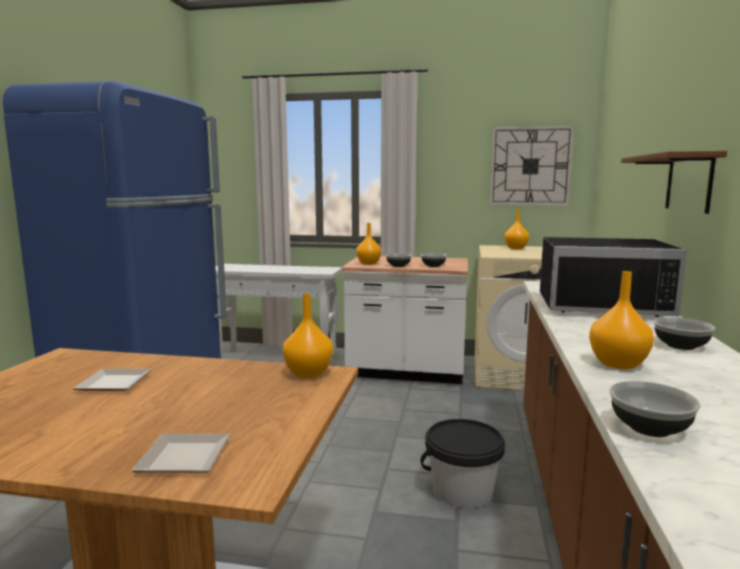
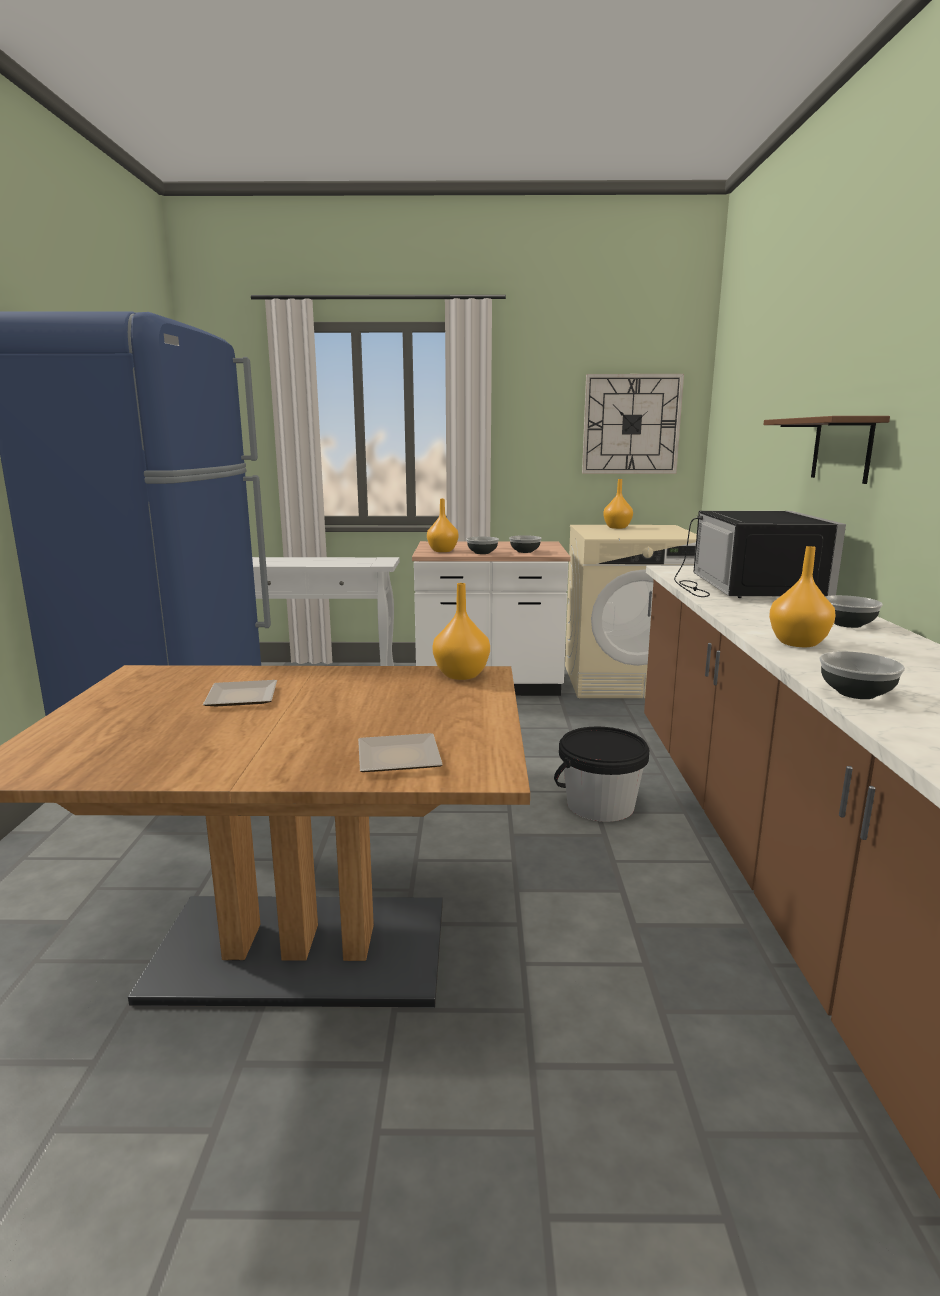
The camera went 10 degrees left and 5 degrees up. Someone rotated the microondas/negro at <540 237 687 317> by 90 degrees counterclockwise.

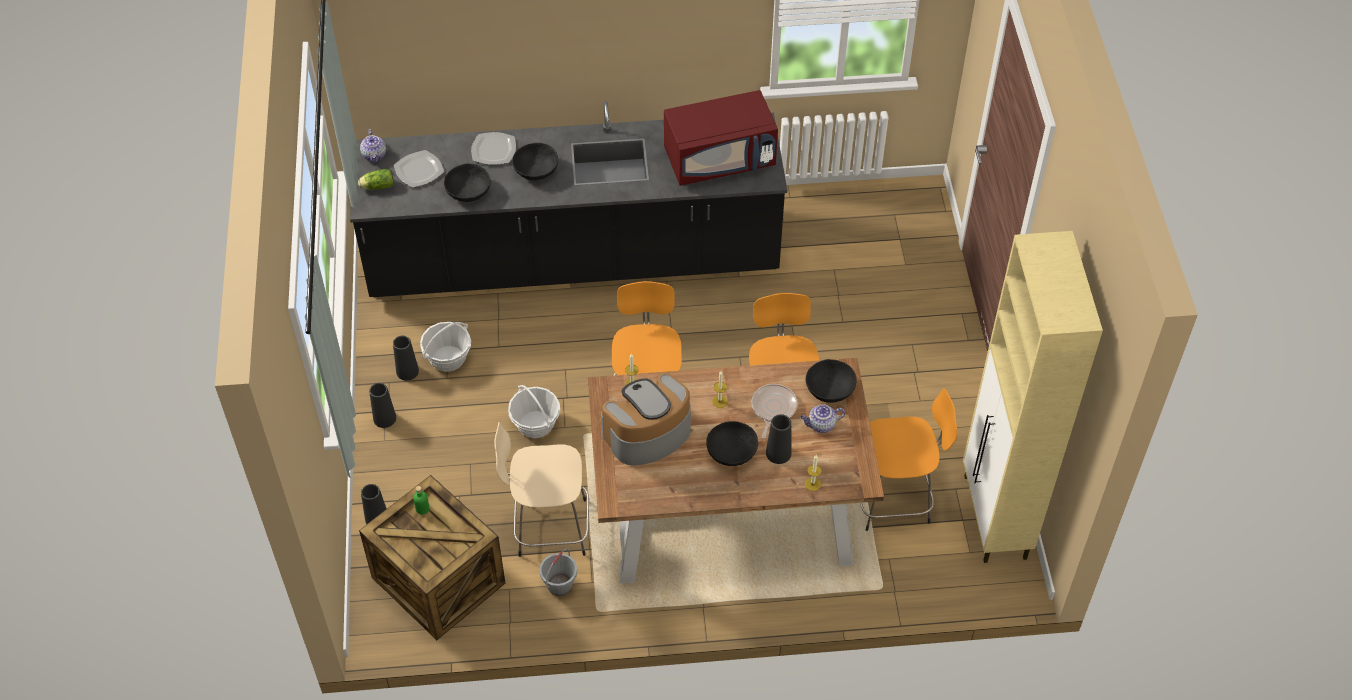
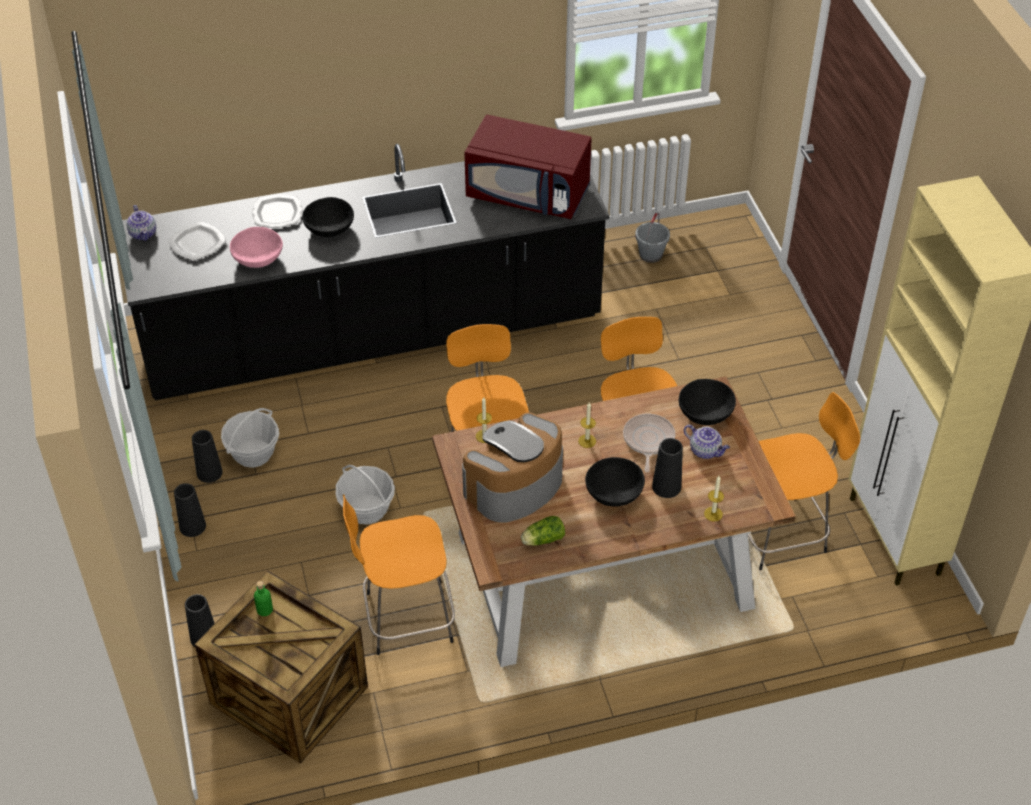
The camera went 10 degrees left and 5 degrees down. Someone rotated the microondas/rojo at <664 90 778 186> by 45 degrees clockwise. Someone repainted the cuenco/negro at <444 163 491 202>, which became the cuenco/rosa at <230 227 283 268>. Someone carried the lechuga from <358 169 393 190> to <521 516 565 546>. Someone rotated the tetera at <800 404 845 433> by 120 degrees counterclockwise. Someone repainted the taburete/beis at <494 422 589 557>, which became the taburete/naranja at <343 494 455 655>. Someone carried the cubo/gris from <539 548 577 596> to <635 212 670 263>.

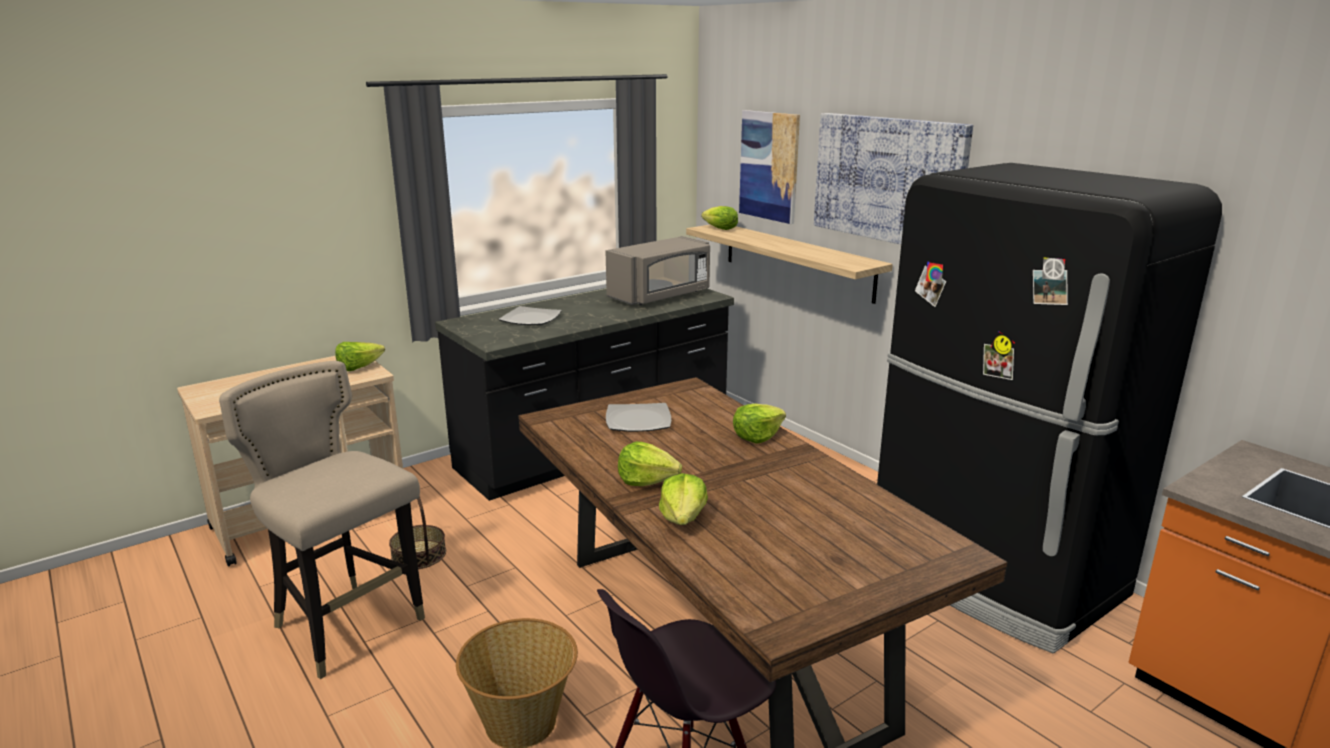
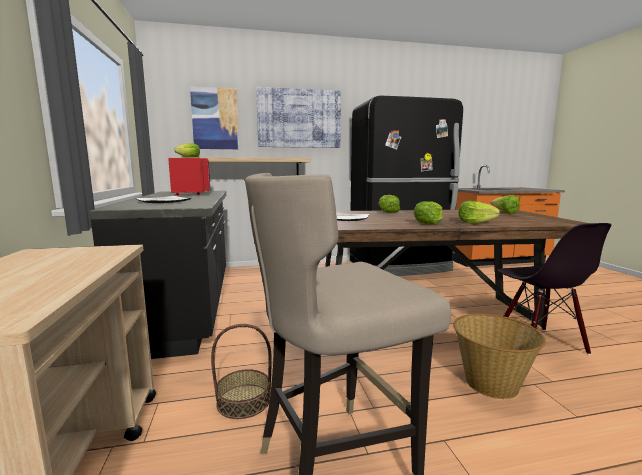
The camera went 65 degrees left and 10 degrees down. Someone repainted the microondas/gris at <606 236 710 305>, which became the microondas/rojo at <168 158 210 195>. Someone carried the lechuga from <335 342 385 371> to <491 195 520 214>.

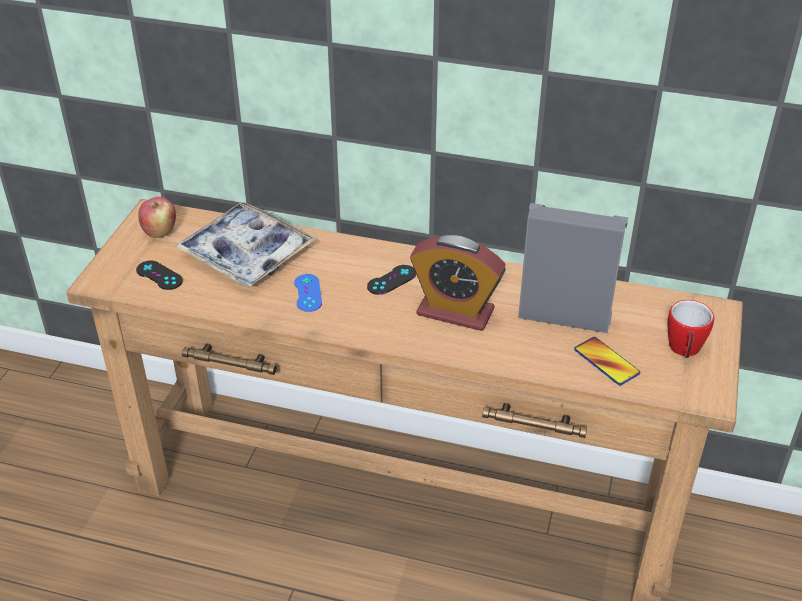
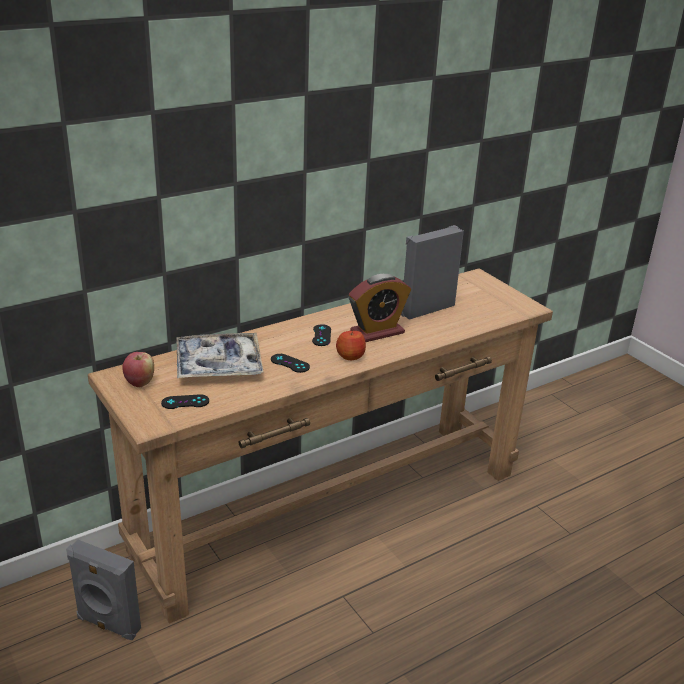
The camera went 50 degrees left and 10 degrees down. Someone repainted the mando de consola/azul at <294 274 322 312>, which became the mando de consola/negro at <271 354 310 373>. Someone took away the taza grande at <667 300 714 358>. Someone took away the móvil at <574 337 640 385>. Someone put down the manzana at <336 329 366 360>. Someone put down the altavoz/gris at <66 539 141 640>.

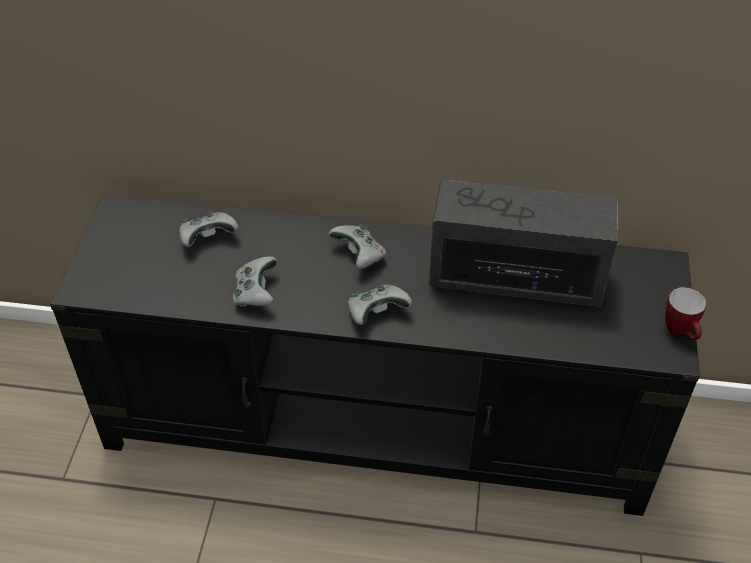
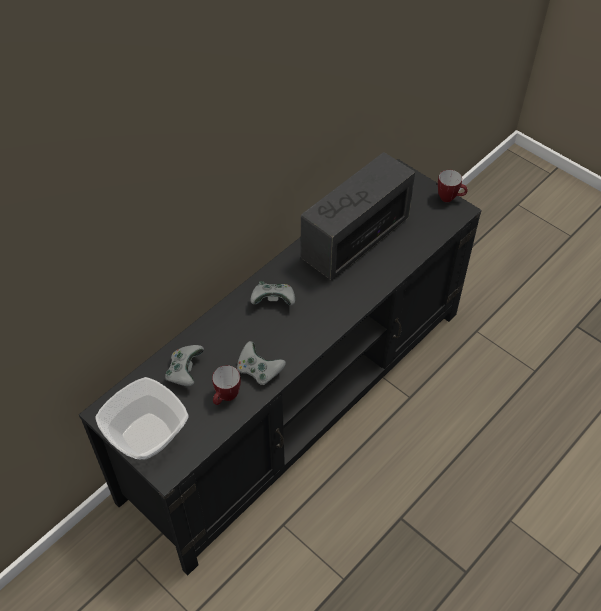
The camera went 55 degrees left and 5 degrees up. Someone took away the mando de consola/gris at <348 284 412 325>. Someone put down the taza grande at <212 365 241 405>. Someone put down the cuenco at <95 377 189 459>.

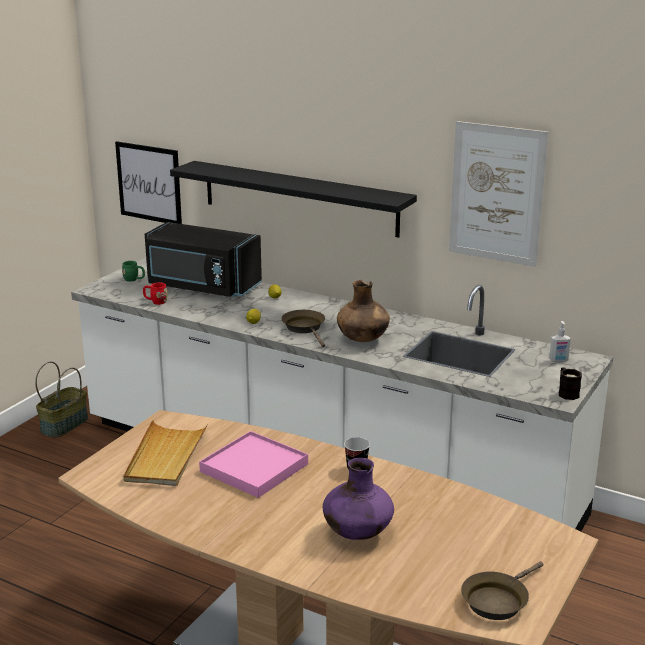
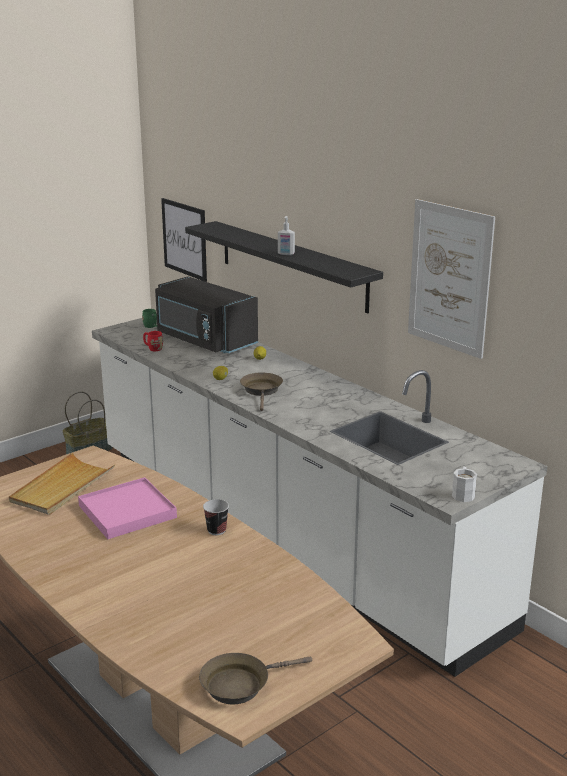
The camera went 20 degrees right and 0 degrees up. Someone took away the florero/marrón at <337 280 390 342>. Someone carried the dispensador de jabón from <549 321 571 362> to <278 216 295 255>. Someone repainted the taza grande/negro at <559 367 582 400>, which became the taza grande/blanco at <452 467 477 502>. Someone took away the florero/morado at <323 458 394 540>.

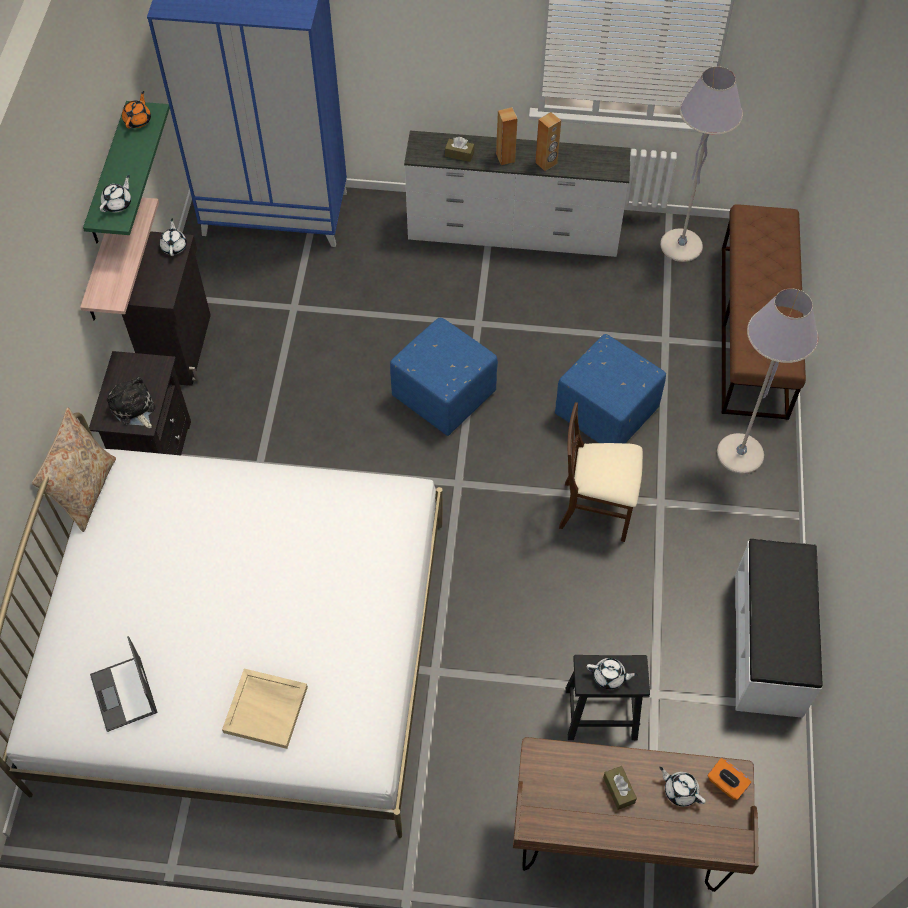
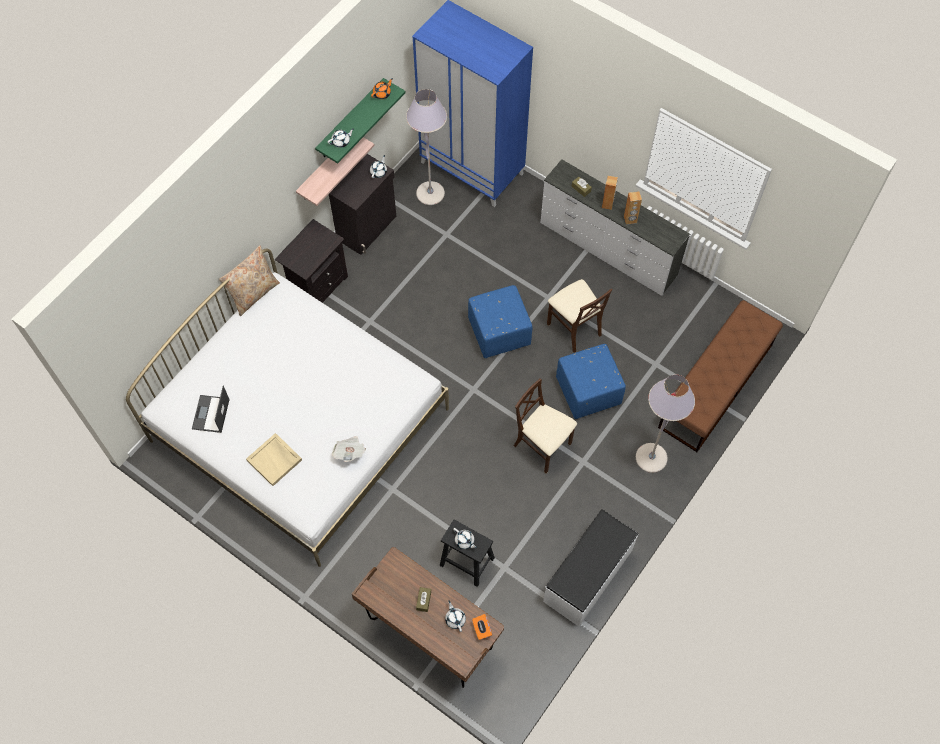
The camera went 30 degrees right and 5 degrees up. Someone carried the lámpara de pie/gris from <660 66 743 262> to <406 89 447 205>. Someone took away the peluche at <107 377 155 428>. Someone put down the silla/beis at <547 279 612 353>. Someone put down the periódico at <332 436 366 462>.

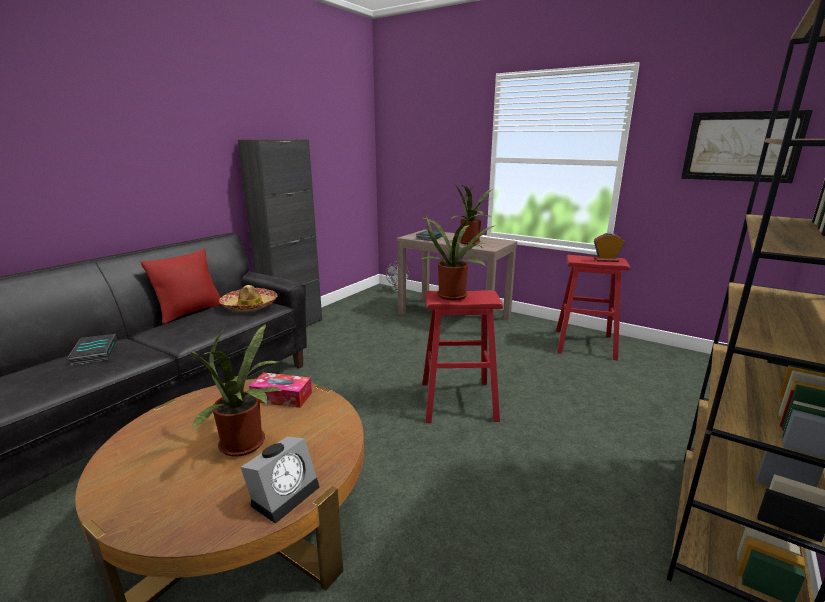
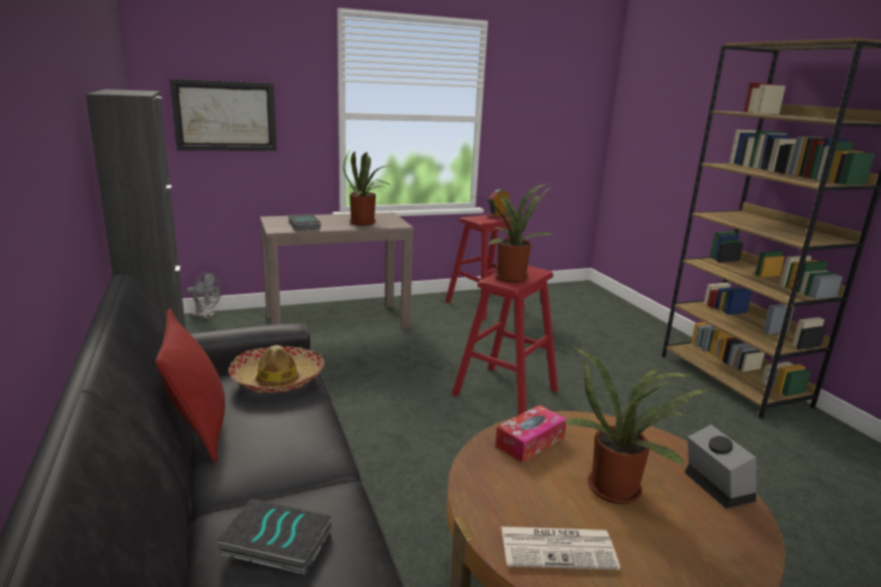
The camera went 55 degrees left and 0 degrees up. Someone carried the cuadro from <681 110 813 183> to <170 79 277 151>. Someone put down the periódico at <501 527 620 570>.

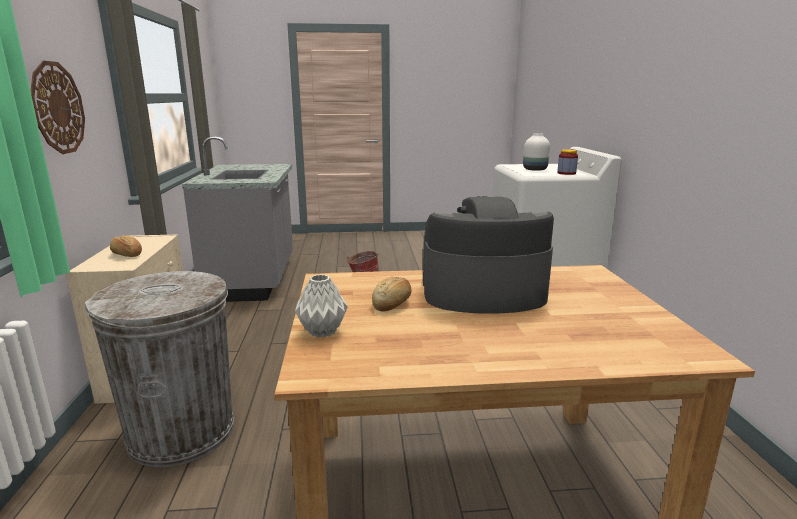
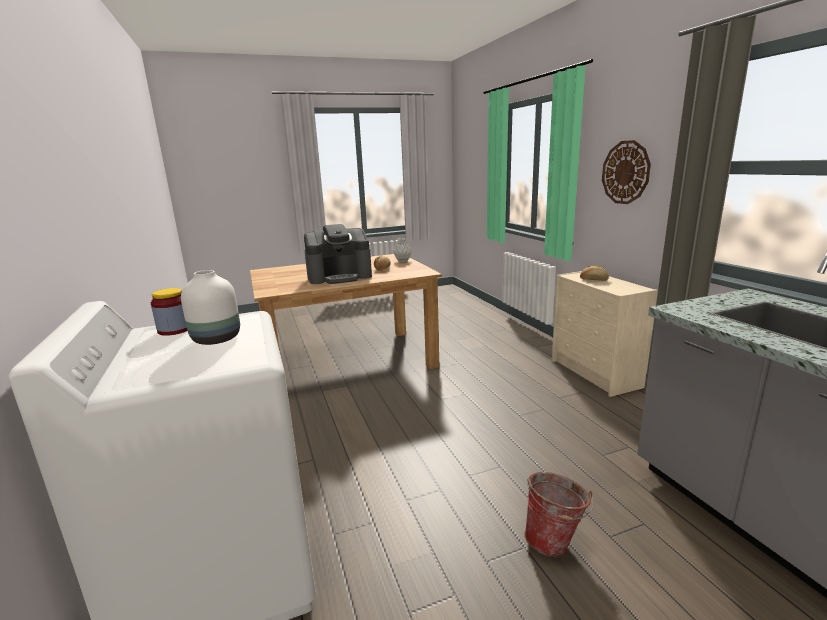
The camera went 165 degrees right and 0 degrees up. Someone took away the papelera/gris at <84 271 234 467>.

